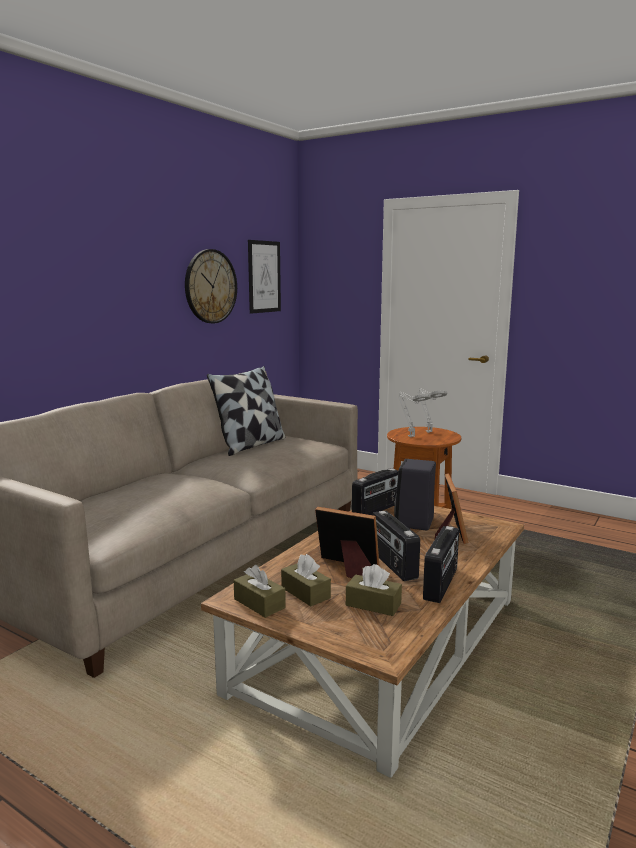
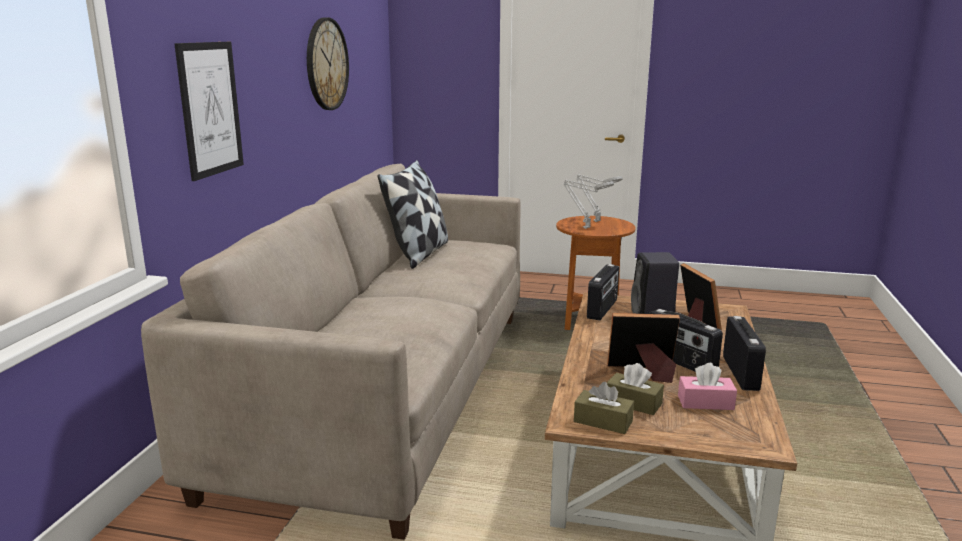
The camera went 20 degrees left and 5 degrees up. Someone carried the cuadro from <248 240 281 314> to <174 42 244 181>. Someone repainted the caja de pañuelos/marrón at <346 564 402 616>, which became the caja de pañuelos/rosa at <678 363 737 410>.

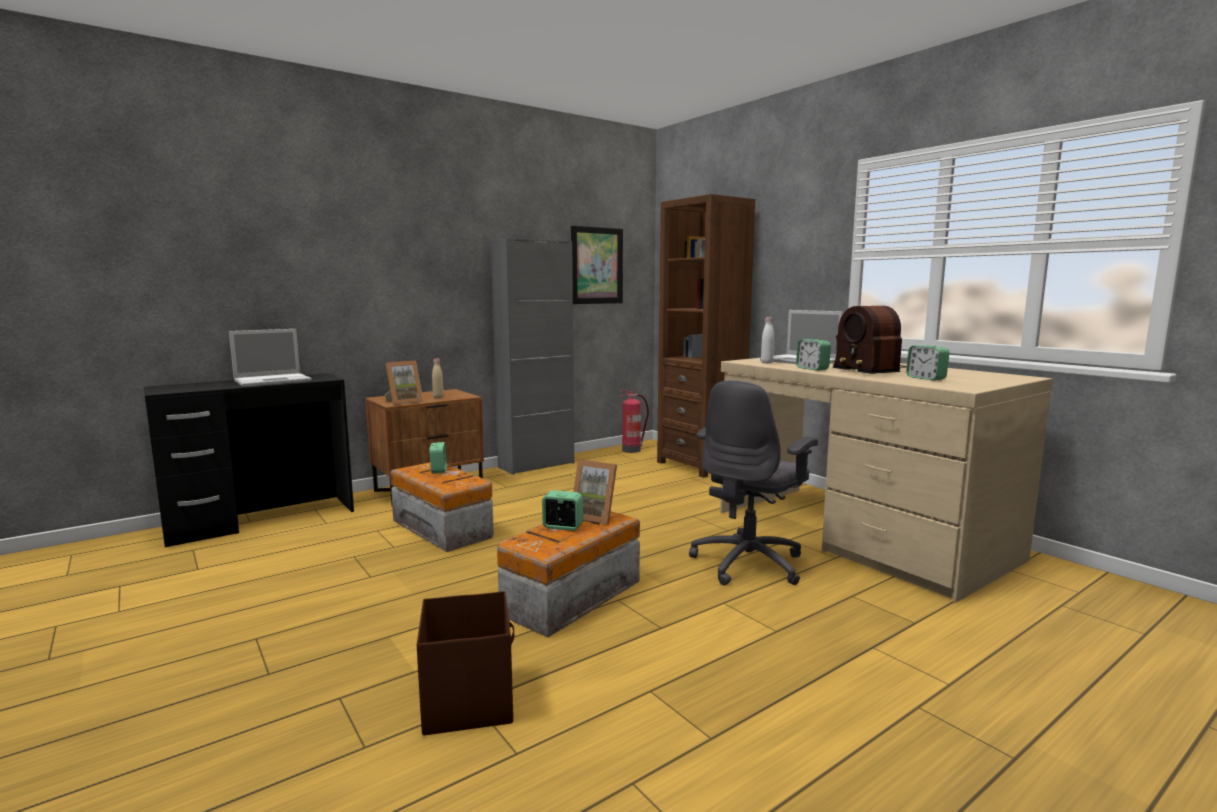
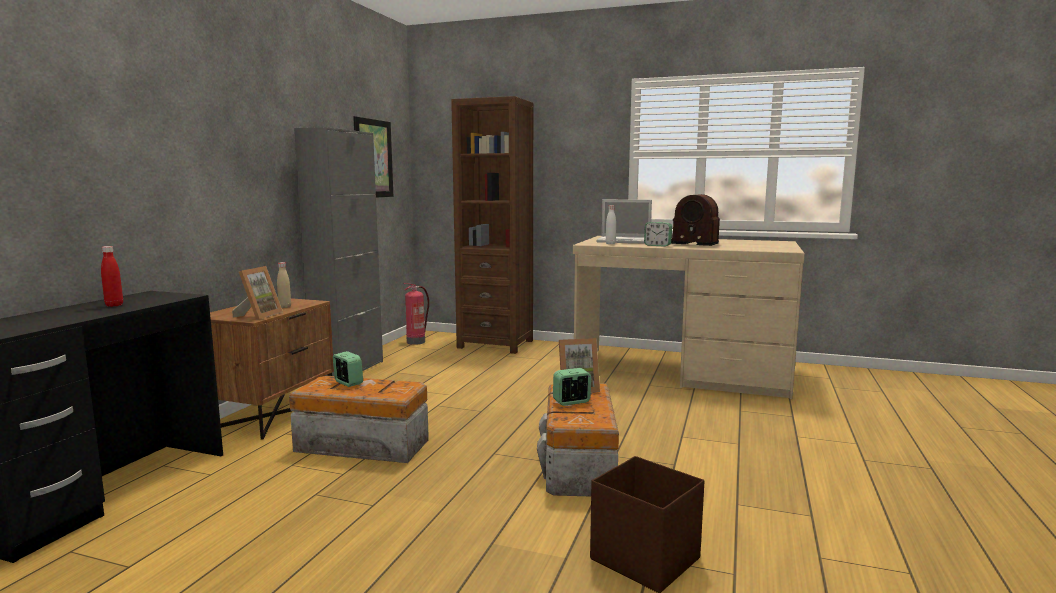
The camera went 35 degrees left and 0 degrees up. Someone swapped the portátil at <229 329 312 387> for the botella/rojo at <101 246 123 307>. Someone took away the despertador at <906 345 949 380>. Someone took away the silla de oficina/gris at <689 380 818 585>.

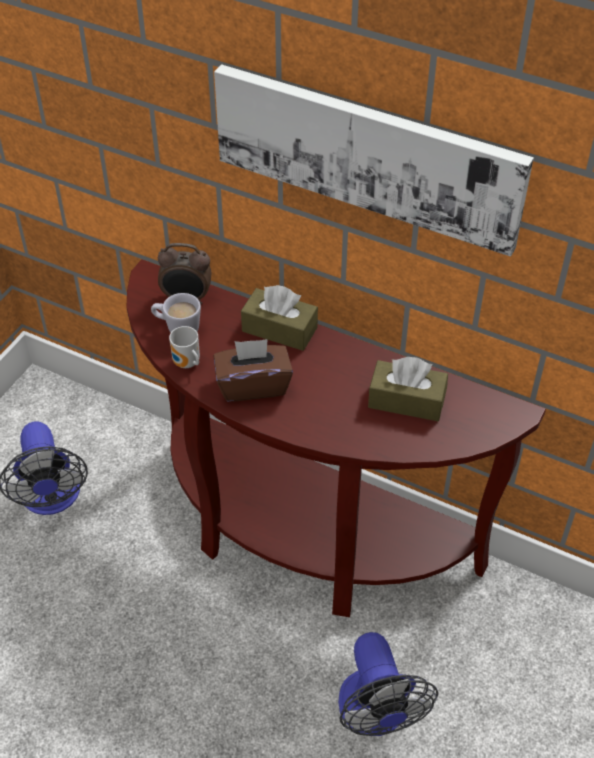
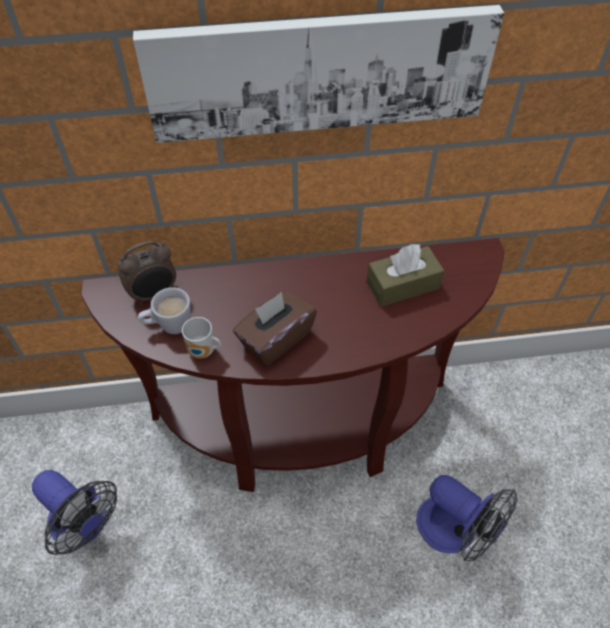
The camera went 35 degrees left and 5 degrees up. Someone took away the caja de pañuelos/marrón at <241 285 318 351>.

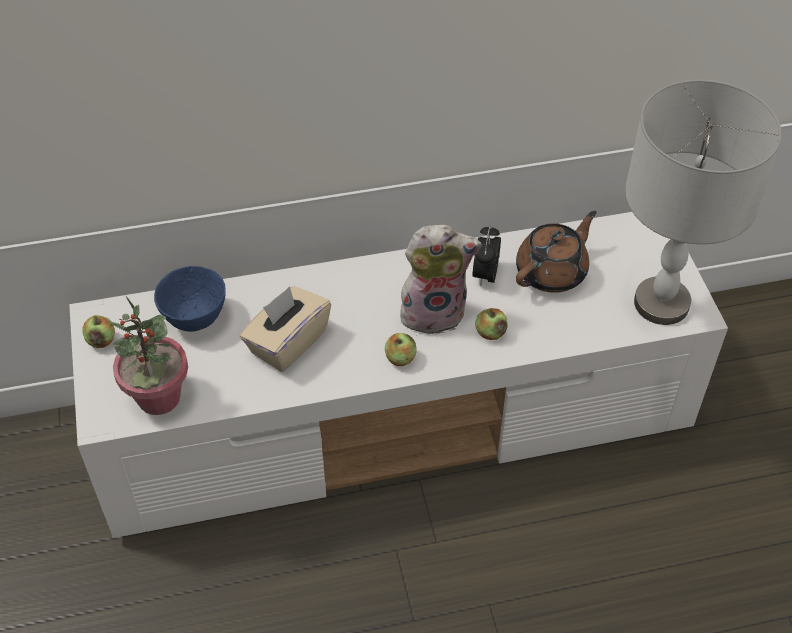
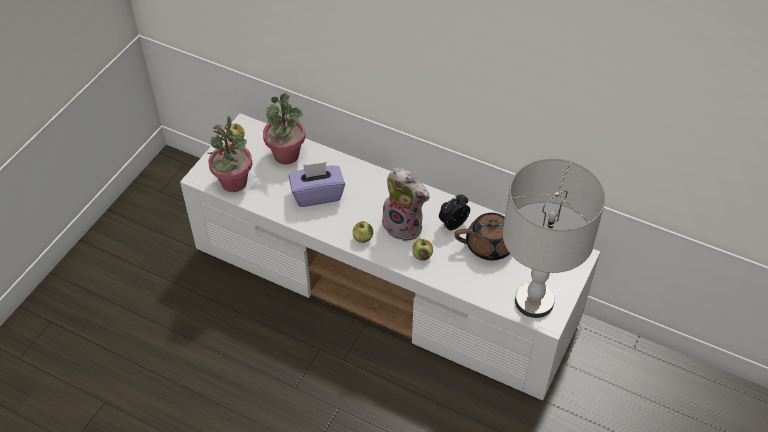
The camera went 40 degrees right and 0 degrees up. Someone swapped the cuenco/azul at <154 266 226 332> for the planta en maceta at <263 93 305 164>. Someone repainted the caja de pañuelos/beis at <240 286 331 372>, which became the caja de pañuelos/morado at <289 162 345 207>.

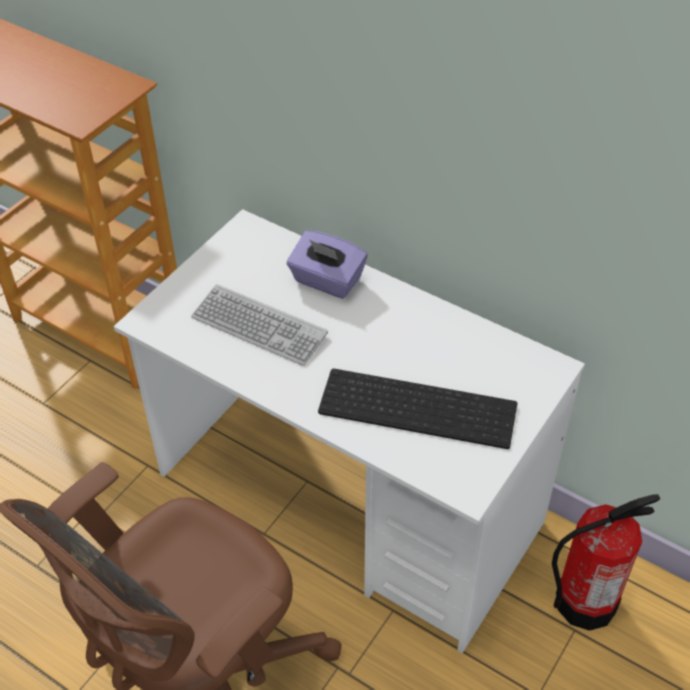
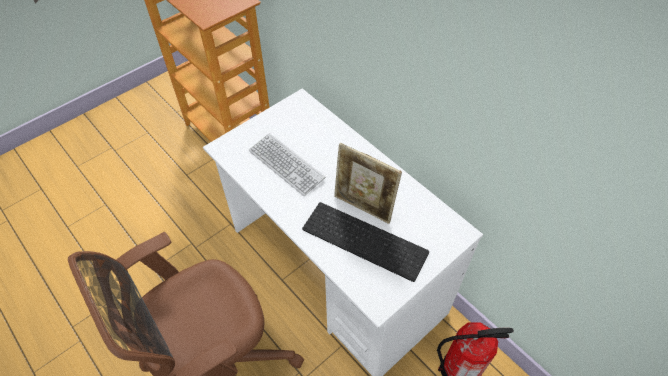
The camera went 15 degrees right and 5 degrees up. Someone took away the caja de pañuelos/morado at <287 231 367 299>. Someone put down the portarretratos at <334 143 402 224>.

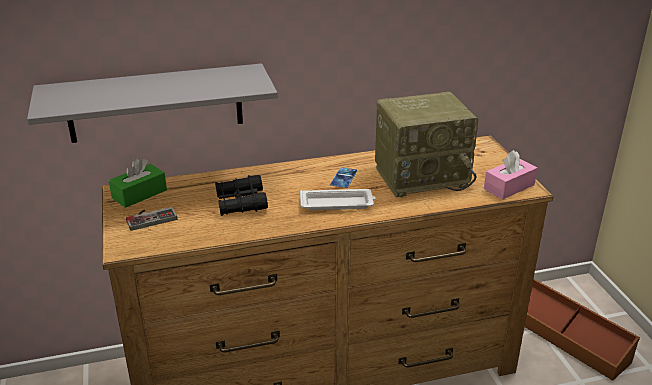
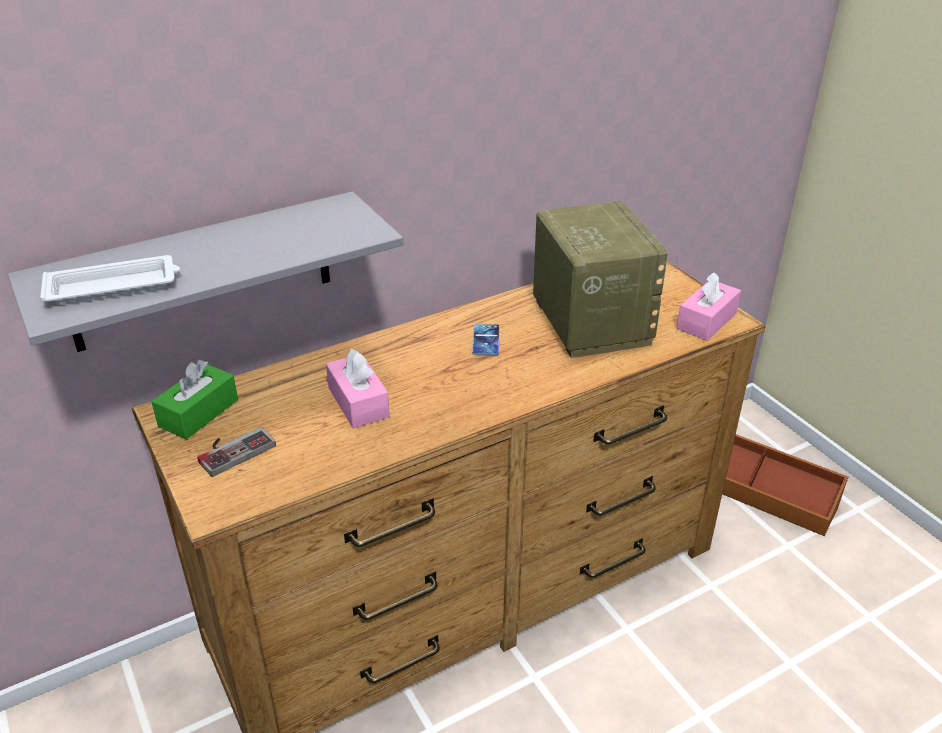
The camera went 15 degrees left and 5 degrees up. Someone rotated the radio at <375 92 478 198> by 75 degrees counterclockwise. Someone swapped the prismáticos/negro at <215 175 268 216> for the caja de pañuelos/rosa at <326 349 390 428>. Someone carried the bandeja/blanco from <300 189 376 210> to <40 255 180 304>.

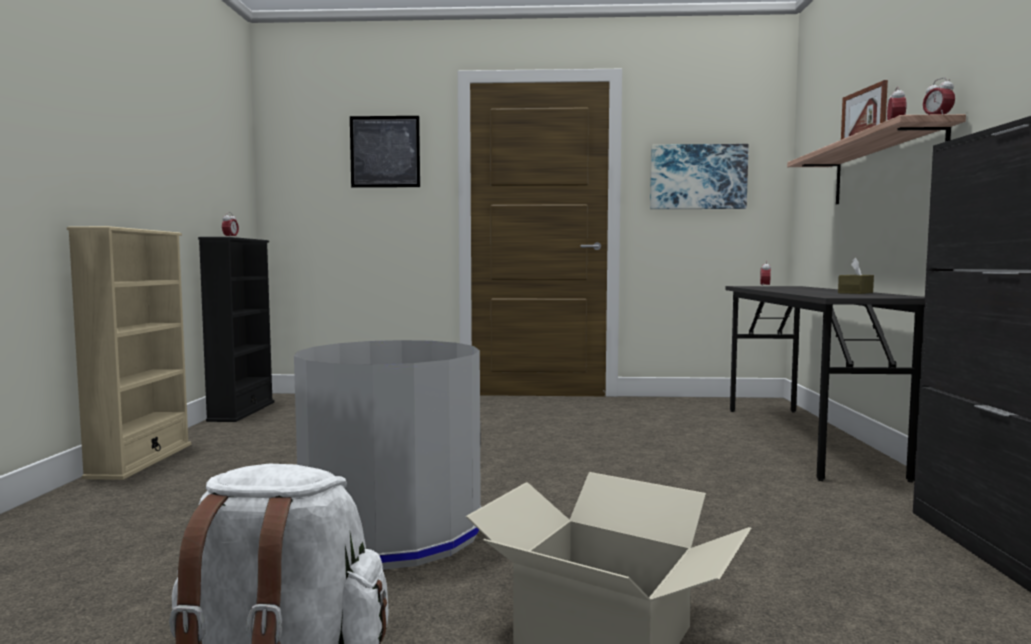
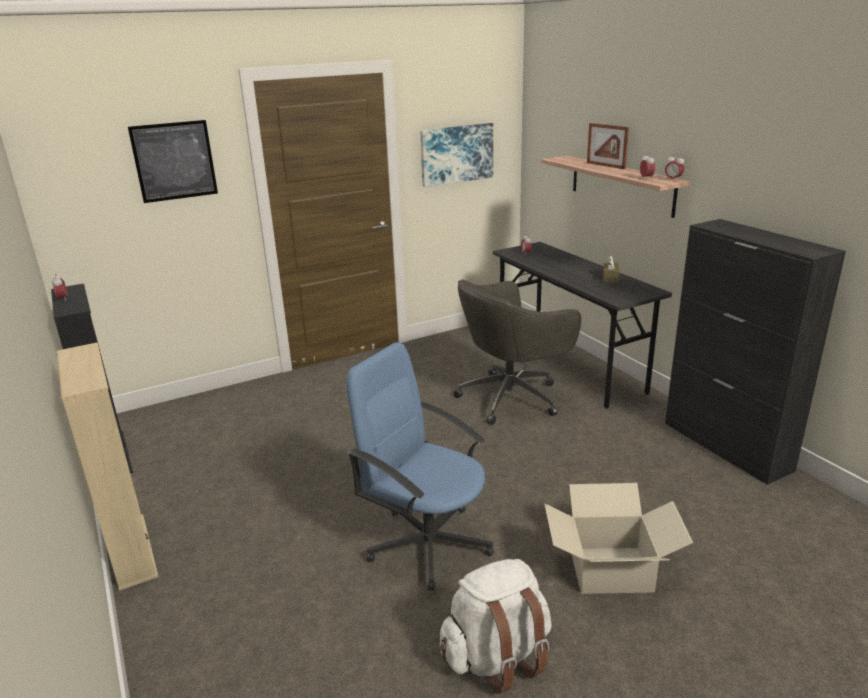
The camera went 30 degrees left and 20 degrees up. Someone swapped the papelera/gris at <294 340 481 570> for the silla de oficina/azul at <347 342 494 591>. Someone put down the silla de oficina/gris at <453 279 581 425>.

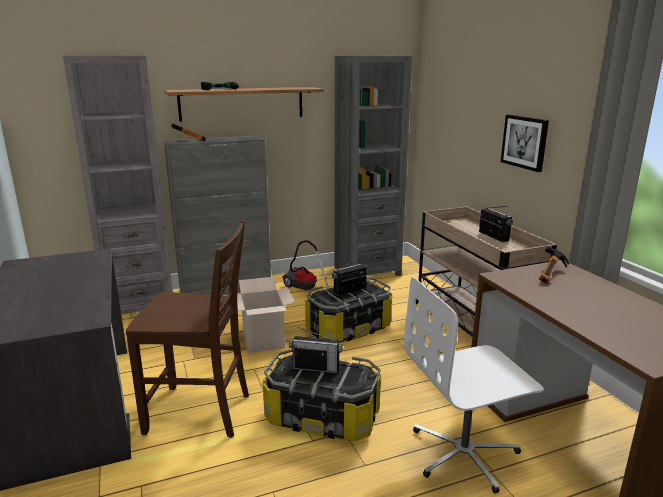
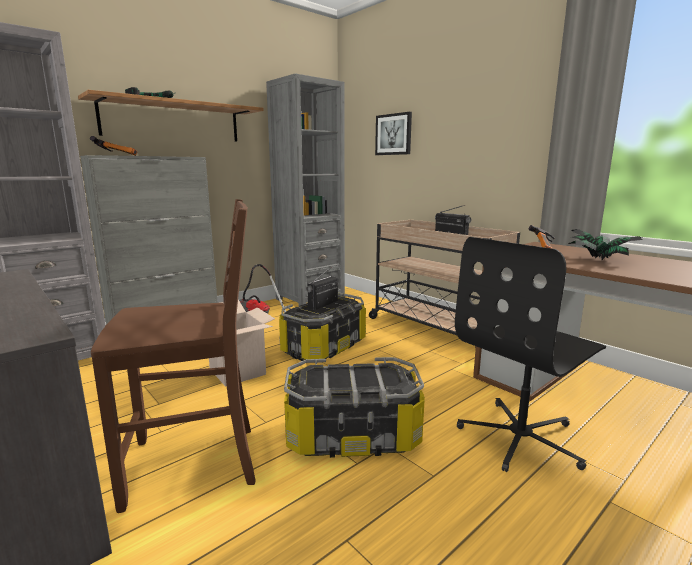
The camera went 20 degrees left and 5 degrees down. Someone carried the cuadro from <501 115 549 172> to <375 112 412 155>. Someone repainted the silla de oficina/blanco at <404 277 544 494>, which became the silla de oficina/negro at <455 237 606 472>. Someone took away the radio at <289 327 343 374>. Someone put down the planta en maceta at <568 229 643 260>.

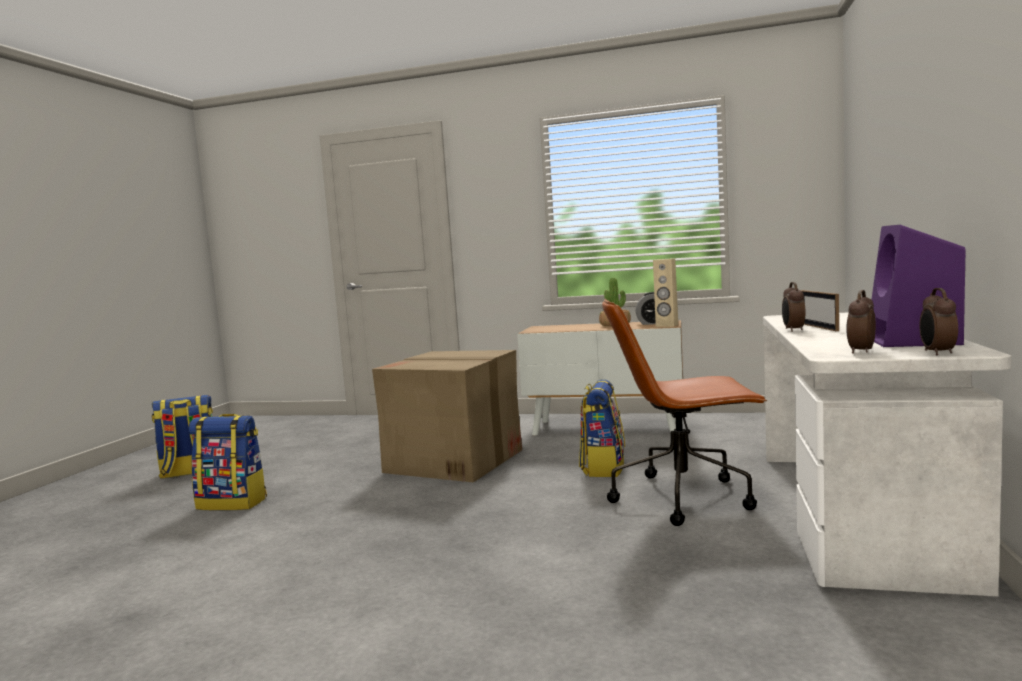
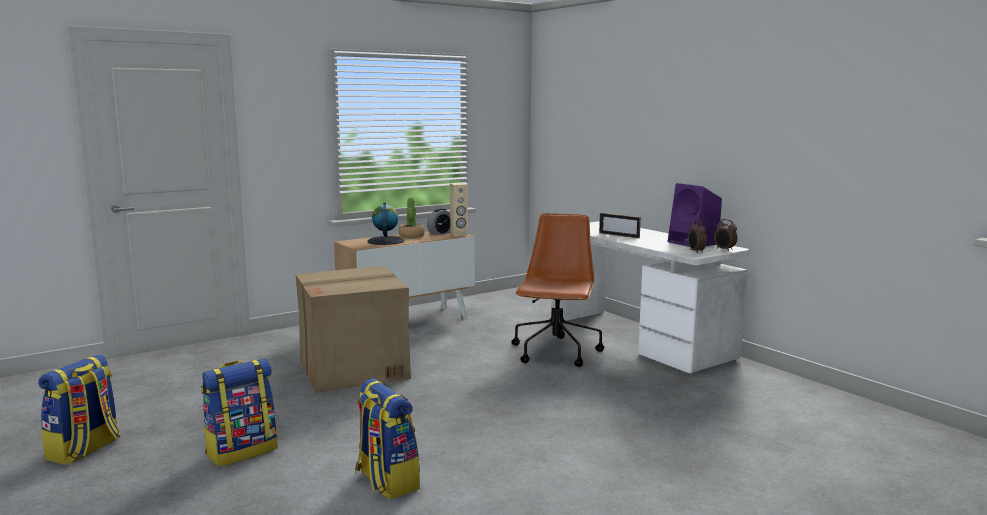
The camera went 50 degrees left and 5 degrees up. Someone took away the despertador at <782 282 806 332>. Someone rotated the silla de oficina/marrón at <602 299 767 526> by 150 degrees clockwise. Someone carried the mochila from <579 379 625 477> to <355 378 420 499>. Someone put down the globo terráqueo at <367 202 404 245>.

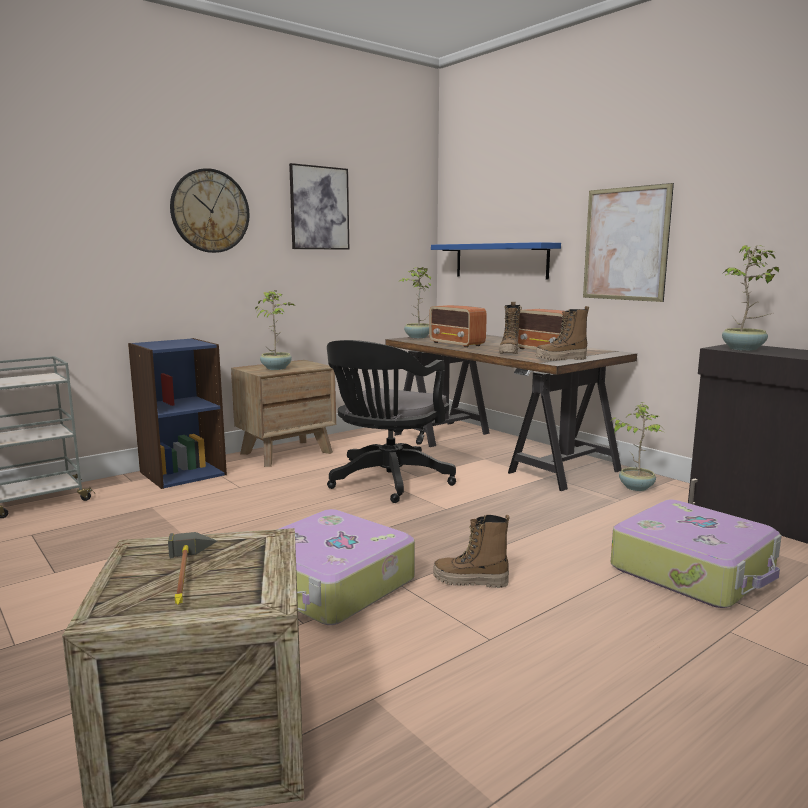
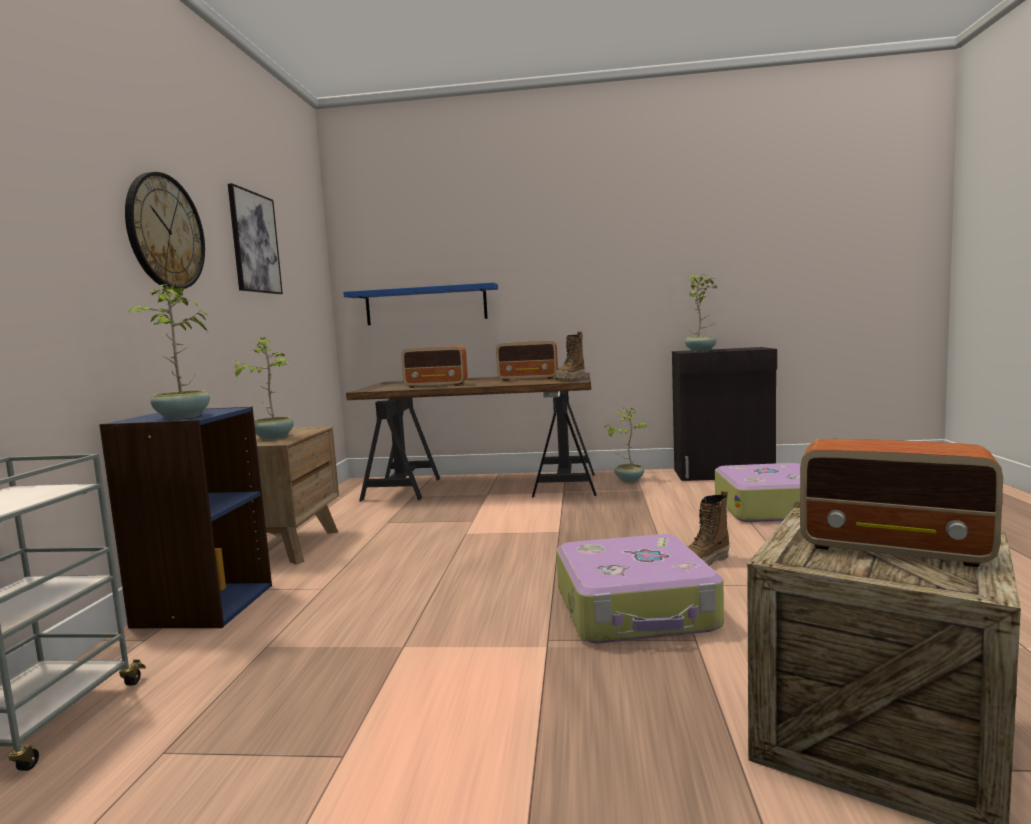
The camera went 45 degrees left and 5 degrees down. Someone took away the cuadro at <583 183 674 302>. Someone carried the planta en maceta from <400 267 431 338> to <127 284 210 419>. Someone took away the bota at <499 302 522 354>. Someone took away the silla de oficina/negro at <327 340 456 503>. Someone swapped the martillo at <168 532 217 605> for the radio at <800 439 1003 567>.

